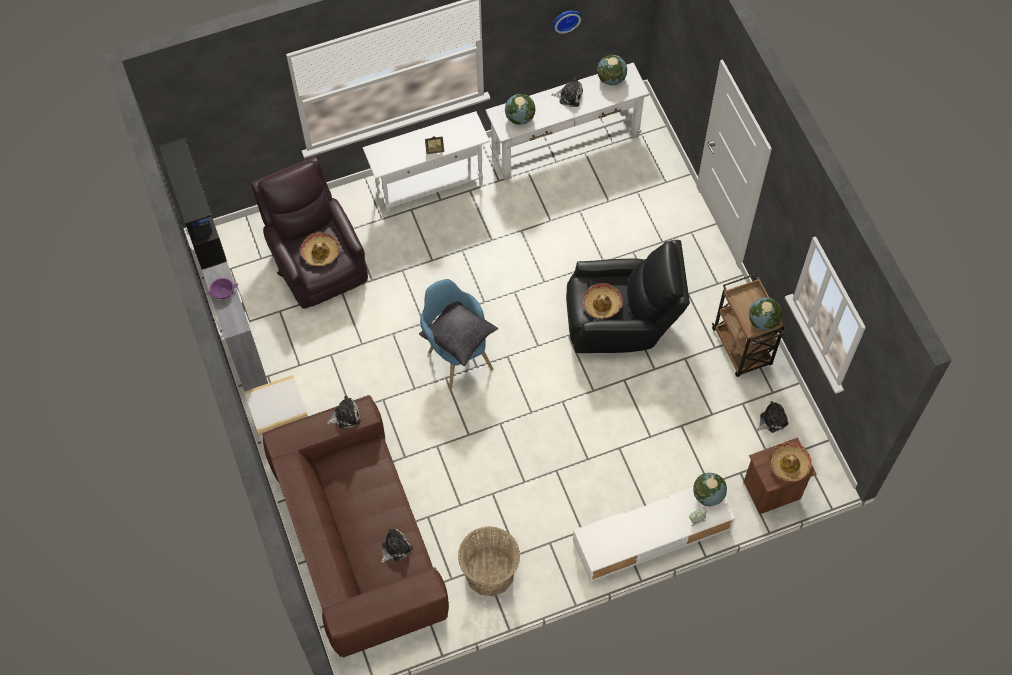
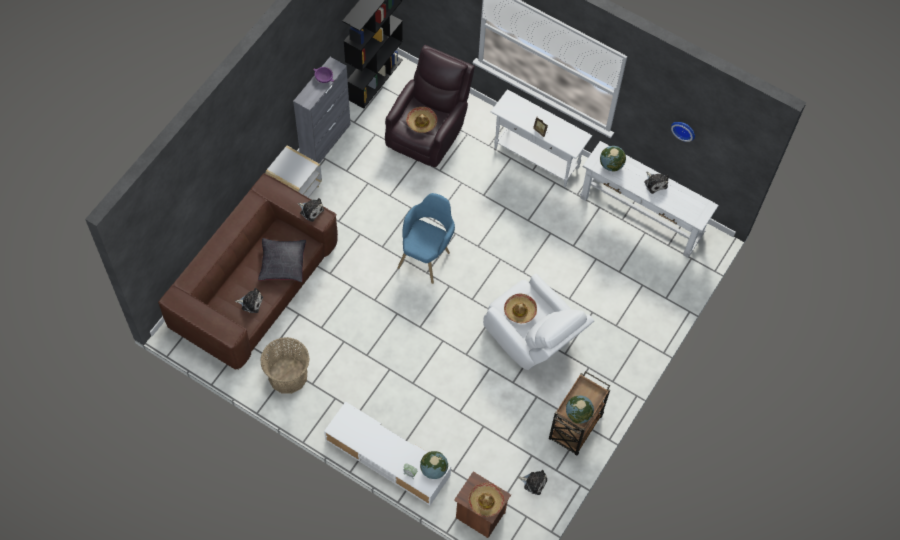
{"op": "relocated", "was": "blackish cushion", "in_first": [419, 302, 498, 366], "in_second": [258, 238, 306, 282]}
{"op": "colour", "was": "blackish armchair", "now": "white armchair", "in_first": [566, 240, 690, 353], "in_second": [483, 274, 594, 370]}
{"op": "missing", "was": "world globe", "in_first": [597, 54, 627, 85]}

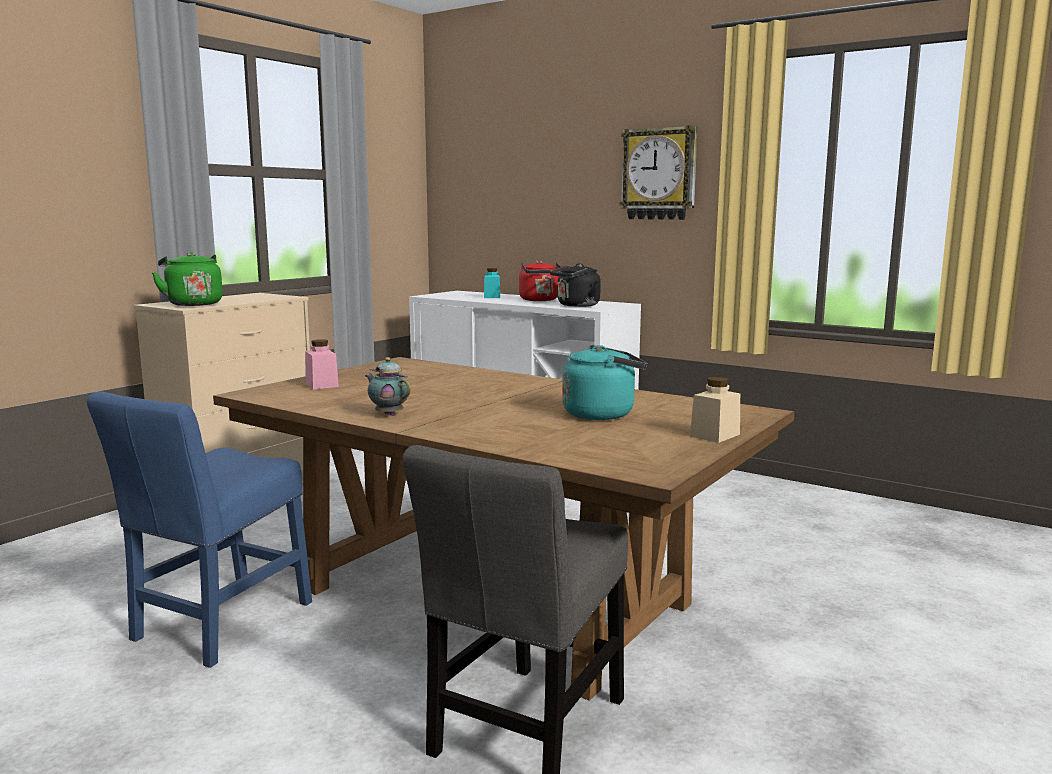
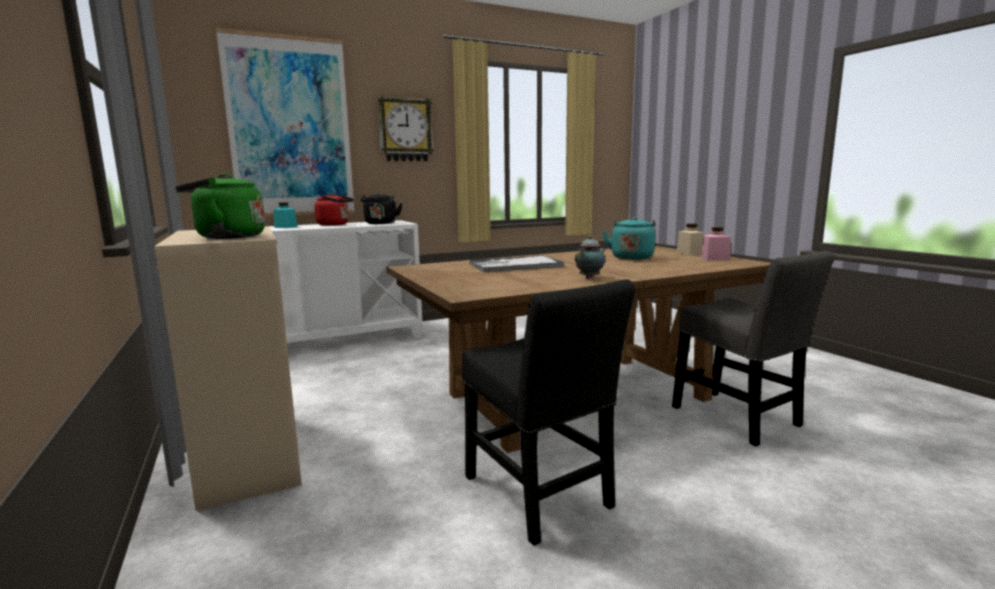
{"op": "colour", "was": "blue-coloured plain chair", "now": "blackish plain chair", "in_first": [87, 391, 312, 668], "in_second": [462, 280, 636, 546]}
{"op": "relocated", "was": "pink-coloured preserve jar", "in_first": [305, 339, 339, 389], "in_second": [701, 227, 731, 261]}
{"op": "spun", "was": "tea pot", "in_first": [365, 357, 411, 416], "in_second": [575, 236, 605, 279], "clockwise": 150}
{"op": "appeared", "now": "wall art", "in_second": [216, 28, 355, 216]}
{"op": "appeared", "now": "serving tray", "in_second": [469, 255, 564, 272]}

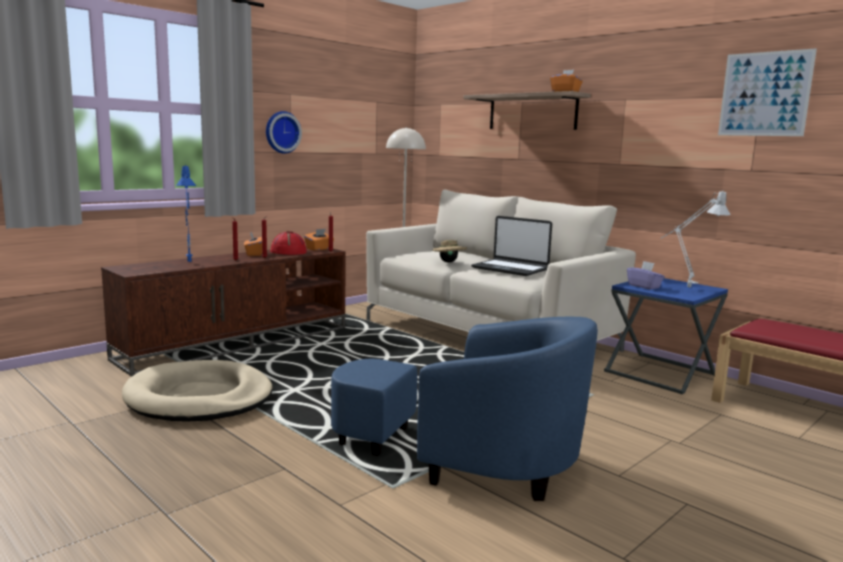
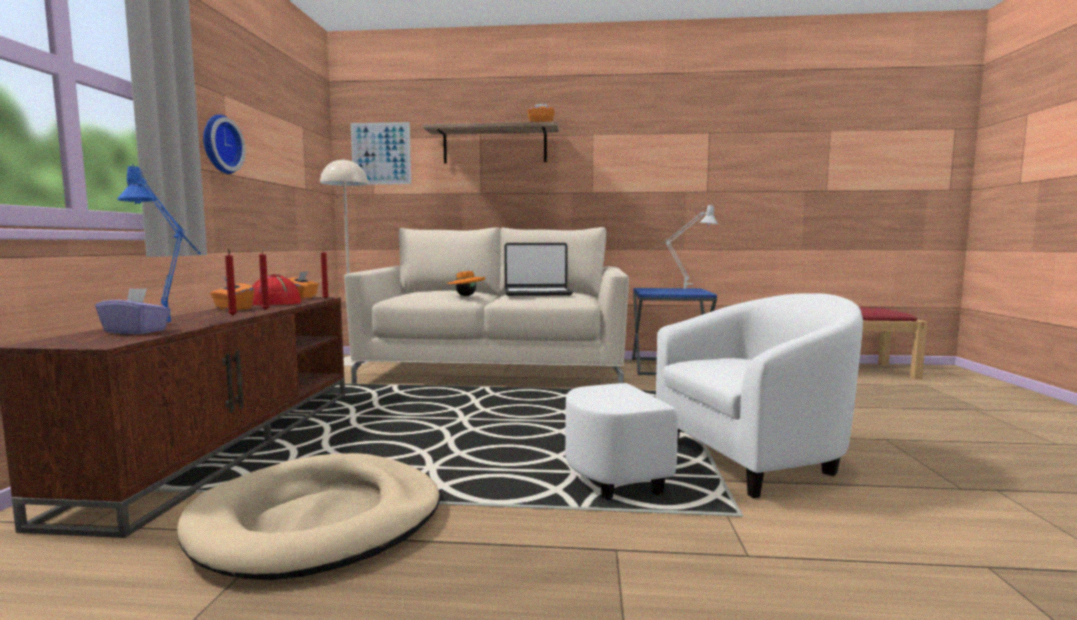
{"op": "colour", "was": "blue-coloured armchair", "now": "white armchair", "in_first": [331, 317, 598, 501], "in_second": [565, 293, 863, 500]}
{"op": "colour", "was": "beige wearable hat", "now": "orange-coloured wearable hat", "in_first": [432, 240, 467, 263], "in_second": [447, 270, 485, 296]}
{"op": "relocated", "was": "purple-coloured tissue box", "in_first": [627, 261, 665, 290], "in_second": [95, 288, 171, 334]}
{"op": "relocated", "was": "wall art", "in_first": [718, 48, 817, 136], "in_second": [351, 122, 411, 185]}

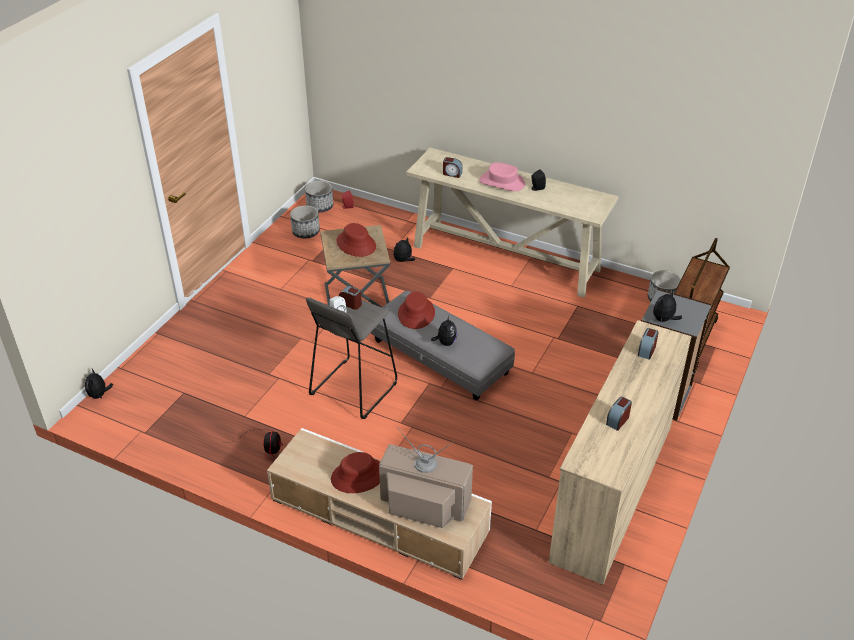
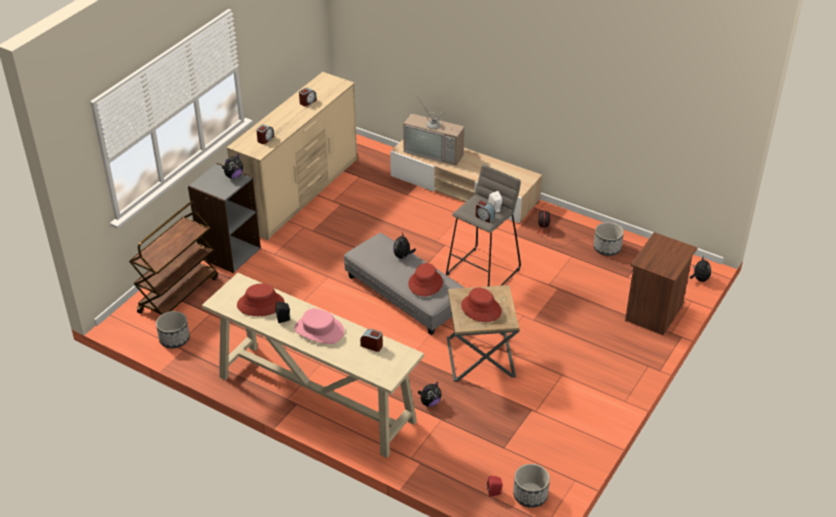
{"op": "relocated", "was": "plant pot", "in_first": [290, 205, 320, 238], "in_second": [593, 222, 624, 256]}
{"op": "relocated", "was": "red-coloured wearable hat", "in_first": [331, 452, 380, 493], "in_second": [237, 284, 285, 316]}
{"op": "appeared", "now": "brown bedside table", "in_second": [625, 232, 697, 335]}

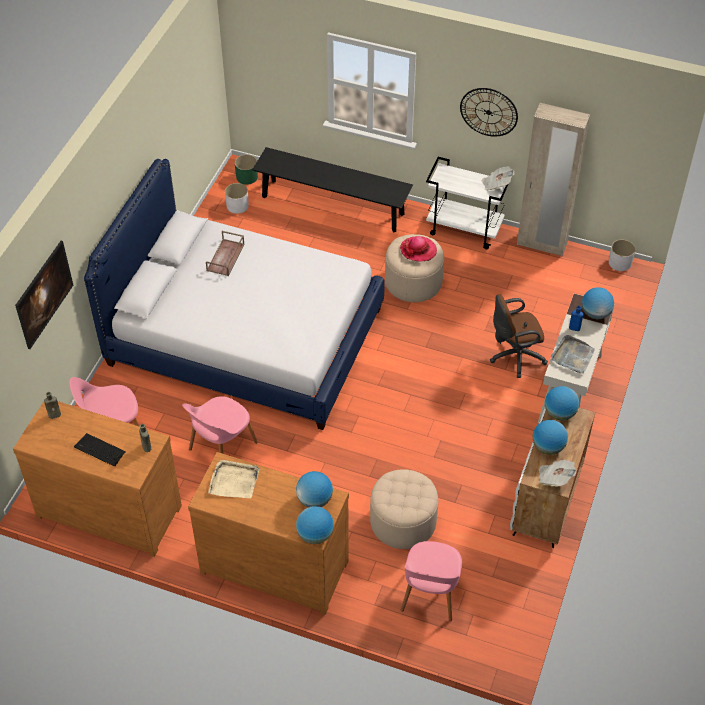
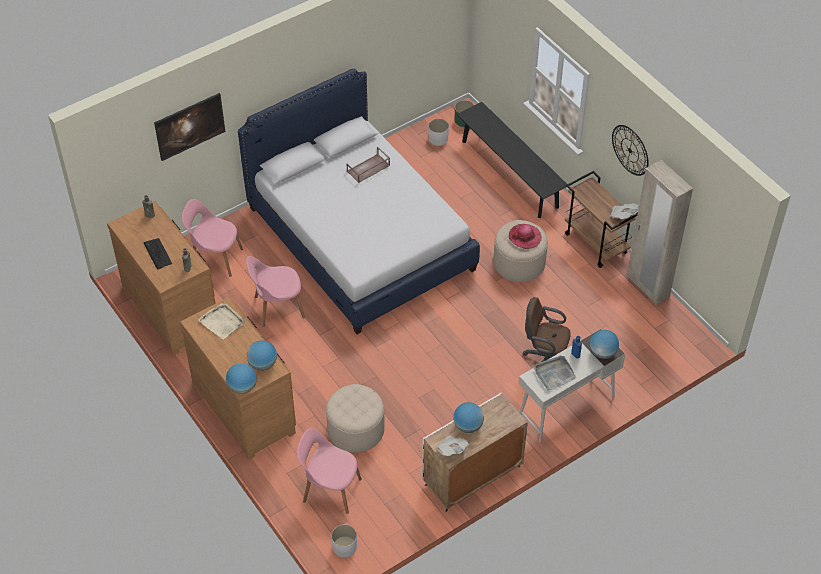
{"op": "spun", "was": "pink-coloured plain chair", "in_first": [401, 541, 462, 621], "in_second": [297, 428, 362, 514], "clockwise": 60}
{"op": "colour", "was": "white wheeled cart", "now": "brown wheeled cart", "in_first": [426, 157, 508, 249], "in_second": [565, 171, 638, 268]}
{"op": "missing", "was": "world globe", "in_first": [545, 386, 579, 420]}
{"op": "relocated", "was": "white plant pot", "in_first": [609, 240, 635, 271], "in_second": [331, 524, 357, 557]}

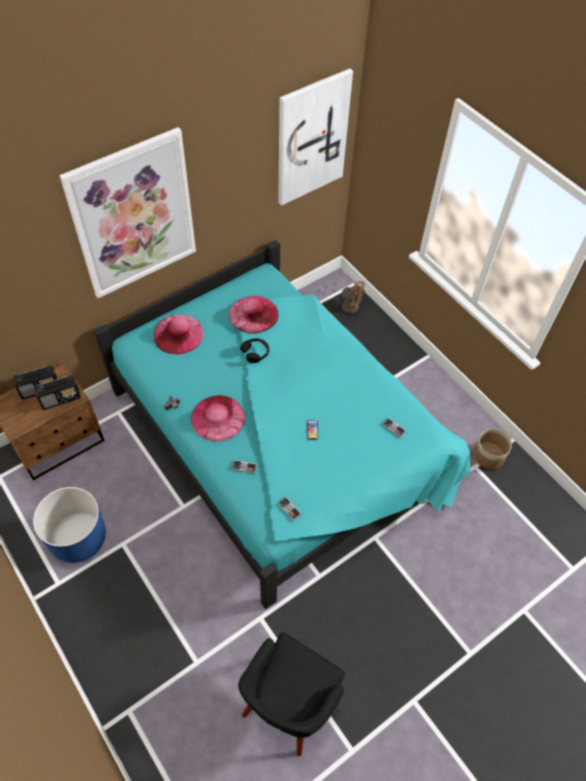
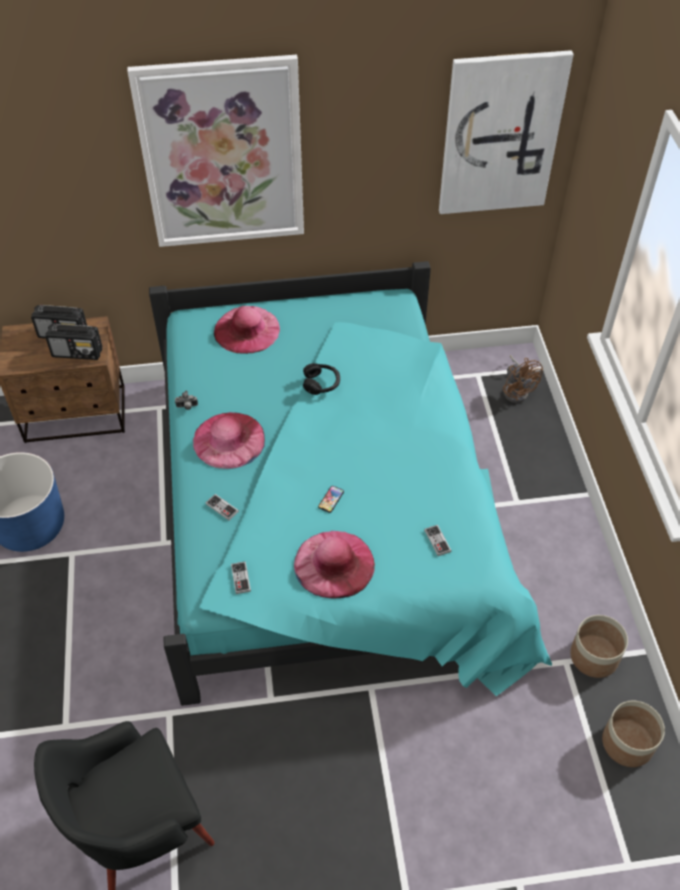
{"op": "relocated", "was": "pink-coloured wearable hat", "in_first": [229, 296, 278, 334], "in_second": [294, 531, 375, 598]}
{"op": "appeared", "now": "plant pot", "in_second": [602, 701, 665, 767]}

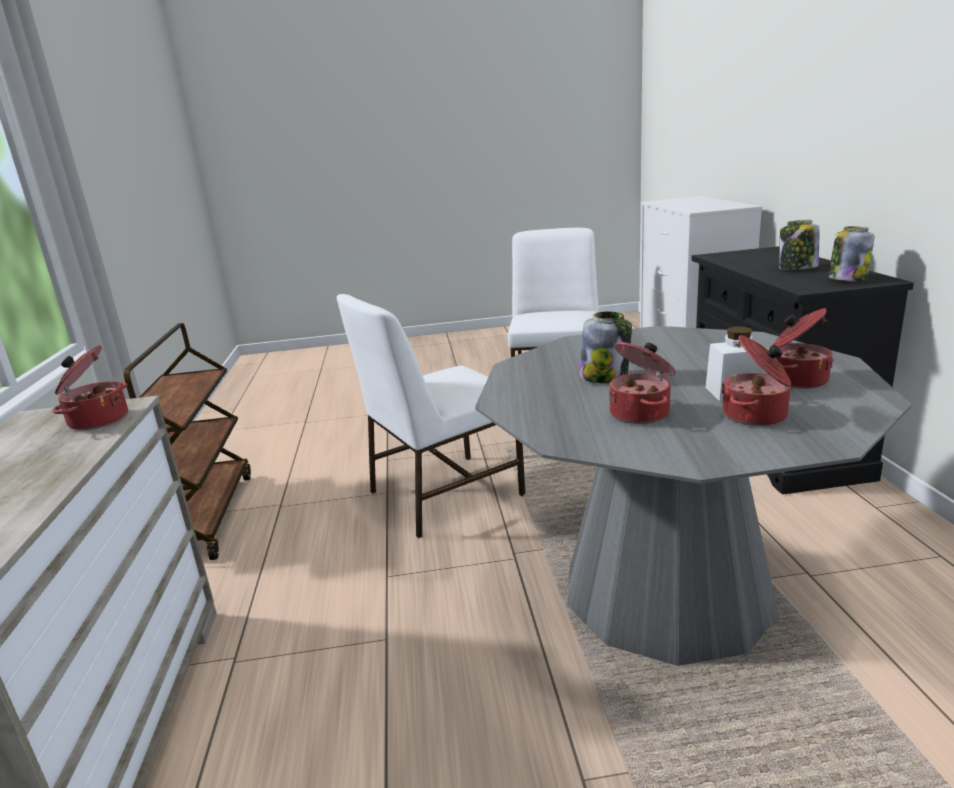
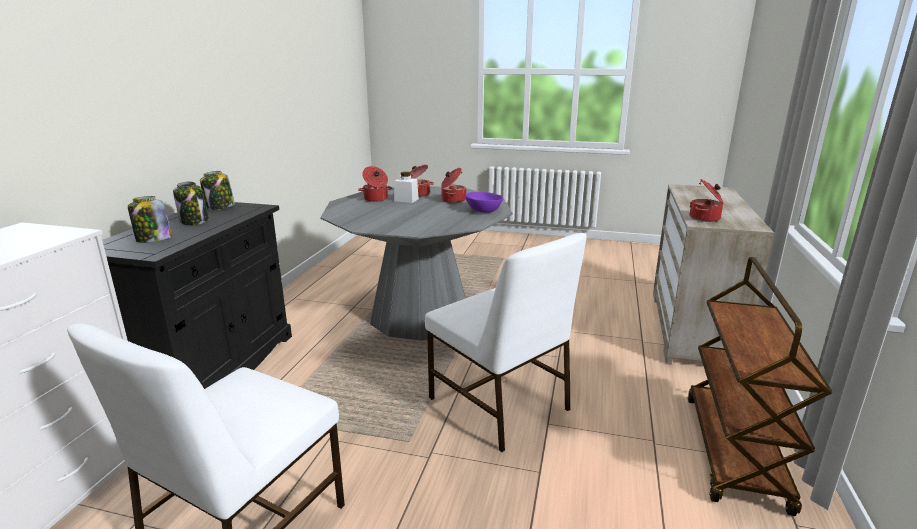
{"op": "spun", "was": "white plain chair", "in_first": [337, 294, 525, 538], "in_second": [425, 233, 587, 452], "clockwise": 60}
{"op": "relocated", "was": "preserve jar", "in_first": [580, 311, 632, 384], "in_second": [128, 196, 172, 243]}
{"op": "appeared", "now": "purple-coloured deep dish", "in_second": [465, 192, 503, 213]}

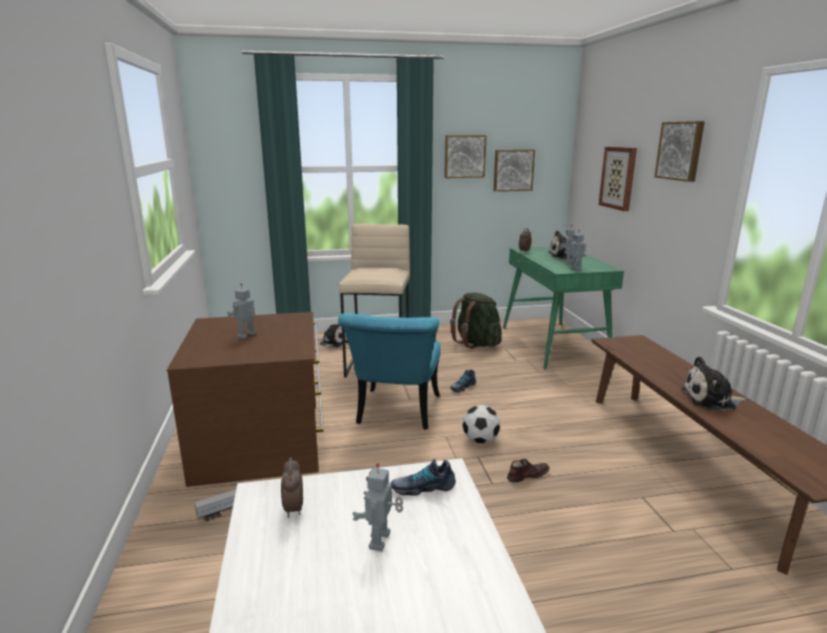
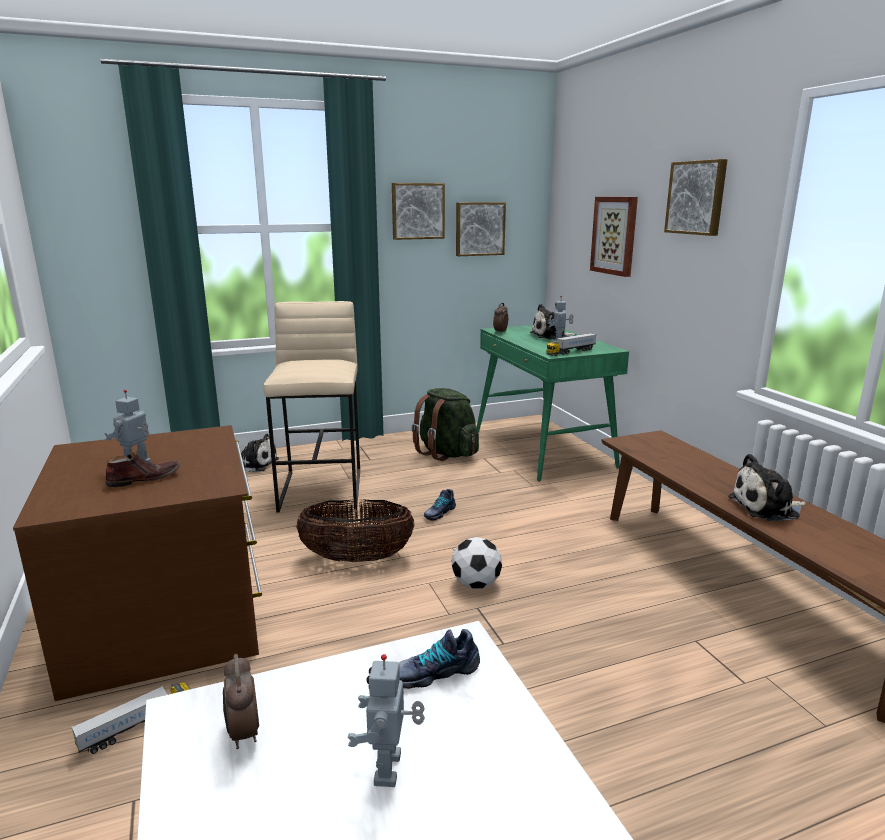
{"op": "exchanged", "was": "blue-green plain chair", "now": "household basket", "in_first": [338, 313, 441, 430], "in_second": [296, 499, 415, 562]}
{"op": "relocated", "was": "brown low shoe", "in_first": [507, 459, 550, 482], "in_second": [106, 452, 180, 487]}
{"op": "exchanged", "was": "toy robot", "now": "toy truck", "in_first": [564, 230, 586, 271], "in_second": [546, 333, 597, 356]}

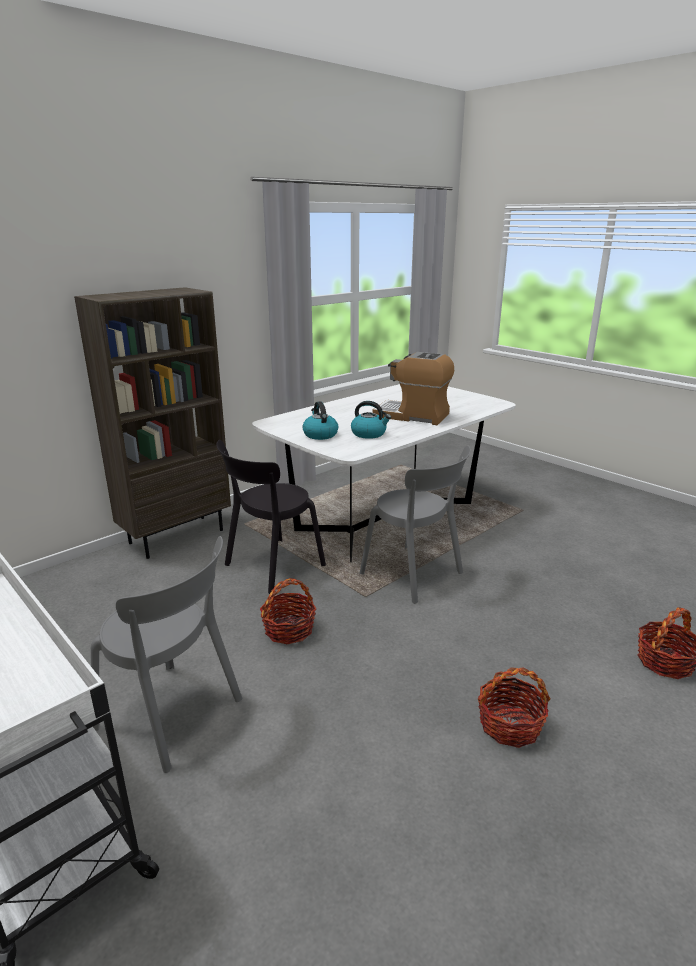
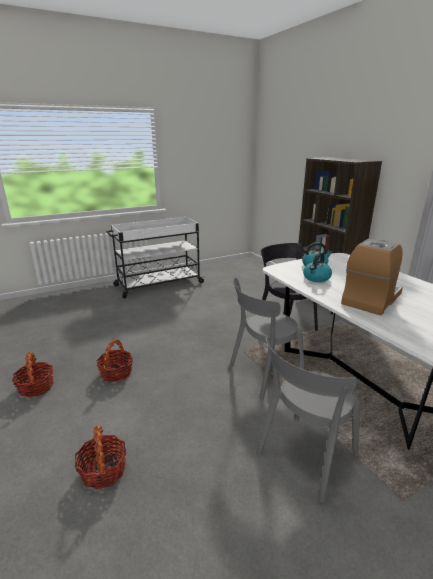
{"op": "relocated", "was": "gray plain chair", "in_first": [91, 536, 242, 773], "in_second": [256, 337, 360, 503]}
{"op": "relocated", "was": "household basket", "in_first": [260, 578, 316, 644], "in_second": [12, 352, 54, 398]}

